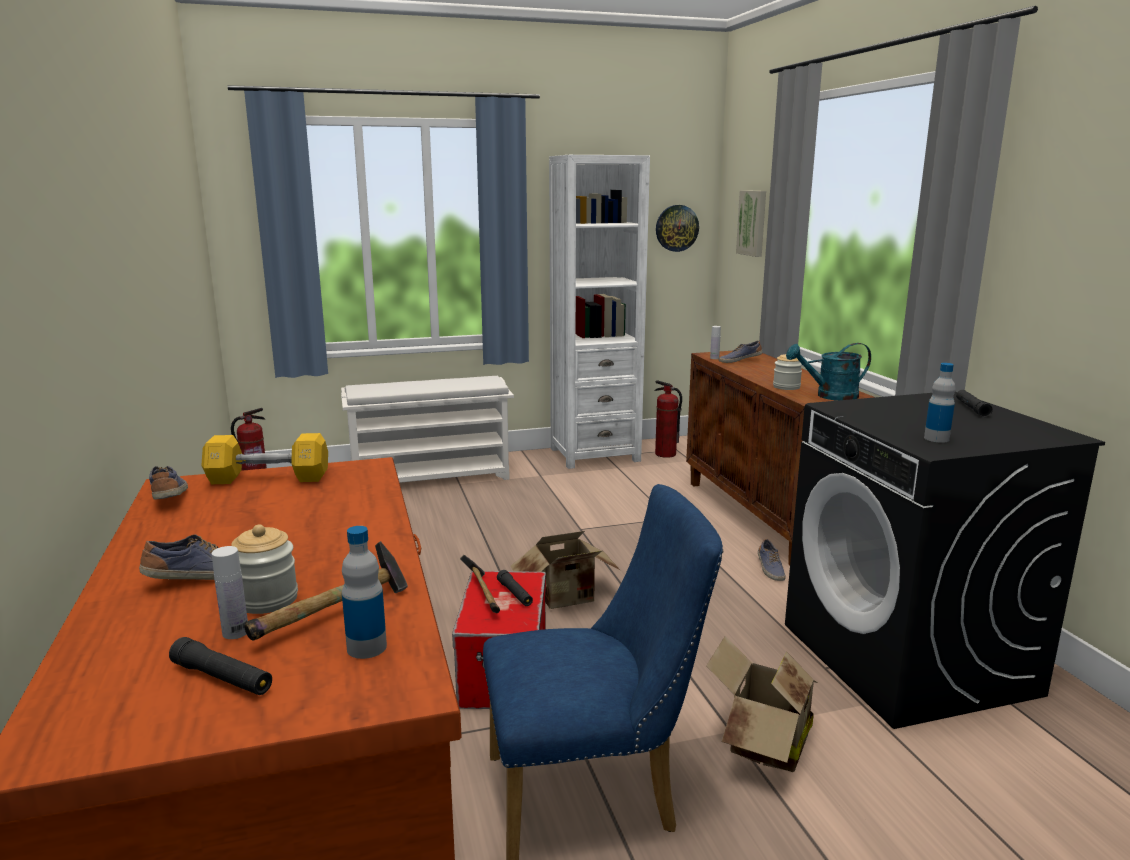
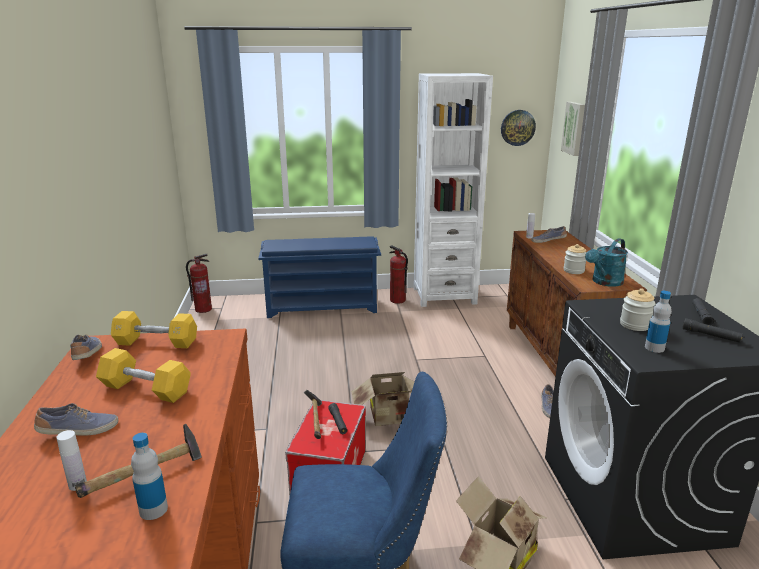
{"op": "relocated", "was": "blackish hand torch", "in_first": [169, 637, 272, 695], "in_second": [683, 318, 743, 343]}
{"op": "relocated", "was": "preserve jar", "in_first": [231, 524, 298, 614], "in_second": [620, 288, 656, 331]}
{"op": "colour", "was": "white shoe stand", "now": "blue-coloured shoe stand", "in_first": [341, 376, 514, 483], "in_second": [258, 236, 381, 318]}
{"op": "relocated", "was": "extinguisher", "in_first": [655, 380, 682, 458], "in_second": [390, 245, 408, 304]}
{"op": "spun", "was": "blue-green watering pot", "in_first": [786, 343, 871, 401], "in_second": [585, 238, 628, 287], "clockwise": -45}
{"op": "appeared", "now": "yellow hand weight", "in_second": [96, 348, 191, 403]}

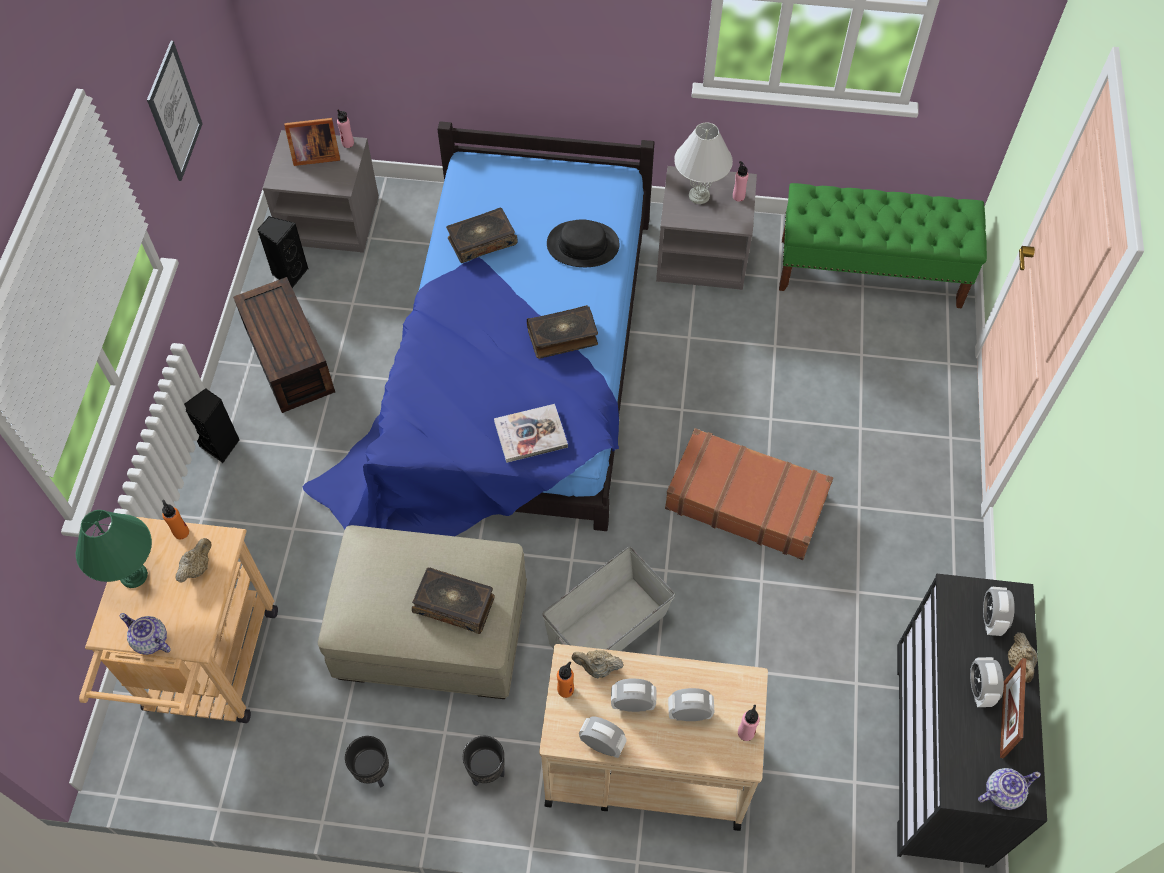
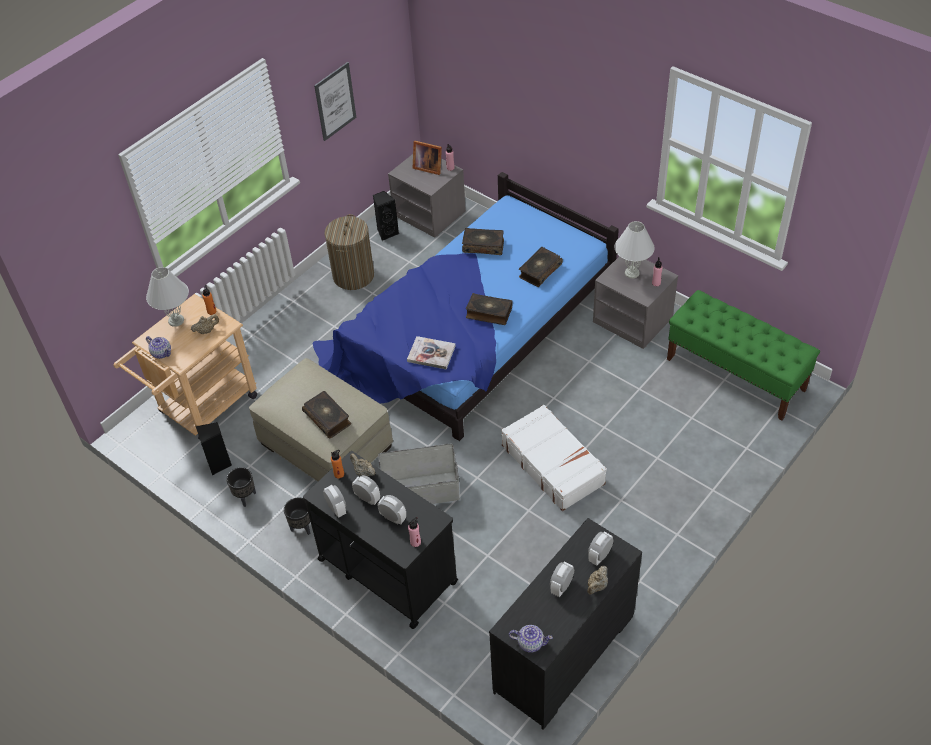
{"op": "colour", "was": "green tabletop lamp", "now": "white tabletop lamp", "in_first": [76, 510, 152, 588], "in_second": [146, 267, 189, 327]}
{"op": "spun", "was": "tea pot", "in_first": [119, 613, 171, 655], "in_second": [146, 336, 171, 359], "clockwise": 150}
{"op": "relocated", "was": "blackish speaker", "in_first": [184, 388, 240, 463], "in_second": [196, 422, 232, 475]}
{"op": "exchanged", "was": "brown storage container", "now": "laundry basket", "in_first": [233, 277, 335, 413], "in_second": [324, 214, 374, 290]}
{"op": "colour", "was": "beige wheeled cart", "now": "blackish wheeled cart", "in_first": [539, 644, 768, 831], "in_second": [303, 451, 458, 629]}
{"op": "exchanged", "was": "blackish wearable hat", "now": "volume", "in_first": [547, 219, 619, 267], "in_second": [519, 247, 563, 287]}
{"op": "colour", "was": "brown suitcase", "now": "white suitcase", "in_first": [665, 428, 833, 560], "in_second": [501, 405, 607, 511]}
{"op": "missing", "was": "picture frame", "in_first": [1000, 658, 1026, 759]}

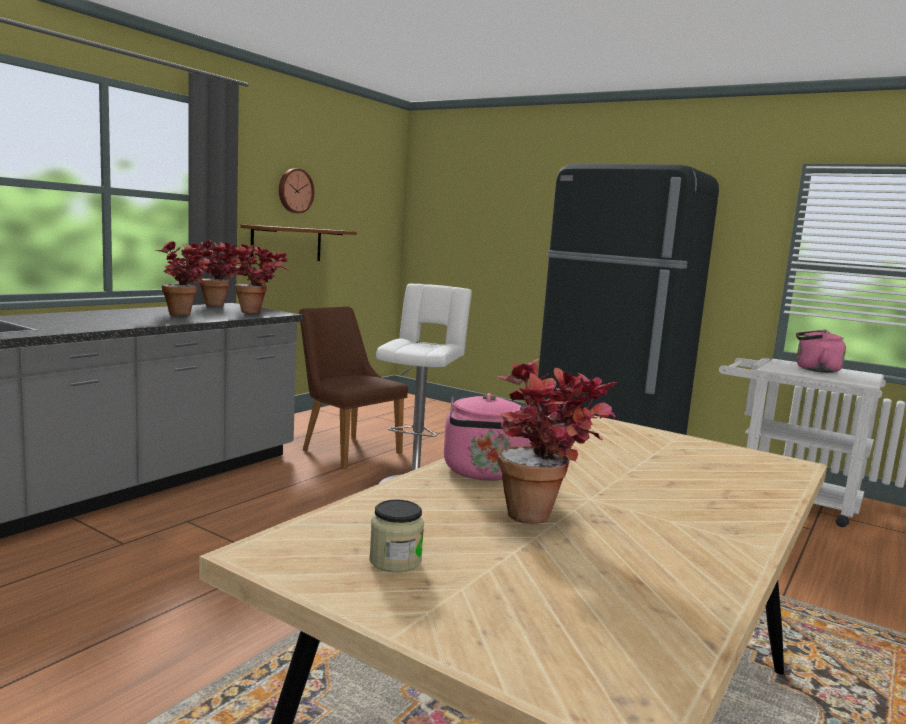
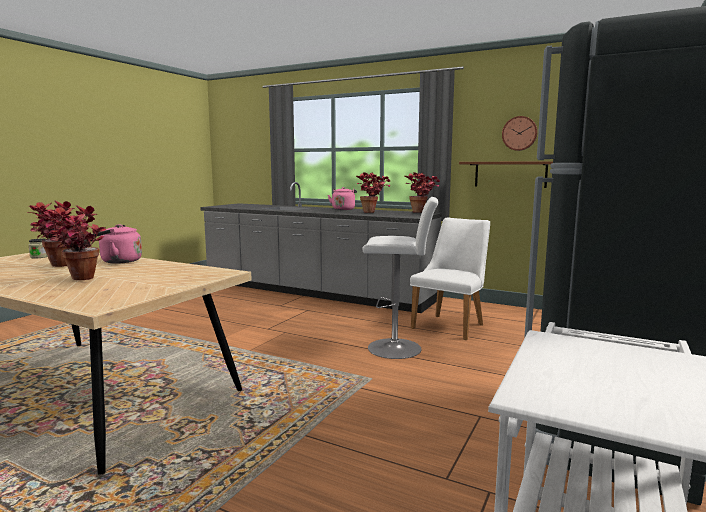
{"op": "relocated", "was": "potted plant", "in_first": [233, 244, 289, 313], "in_second": [47, 205, 106, 280]}
{"op": "colour", "was": "brown plain chair", "now": "white plain chair", "in_first": [299, 306, 408, 469], "in_second": [410, 217, 490, 340]}
{"op": "relocated", "was": "pink-coloured kettle", "in_first": [796, 329, 846, 373], "in_second": [328, 187, 357, 210]}

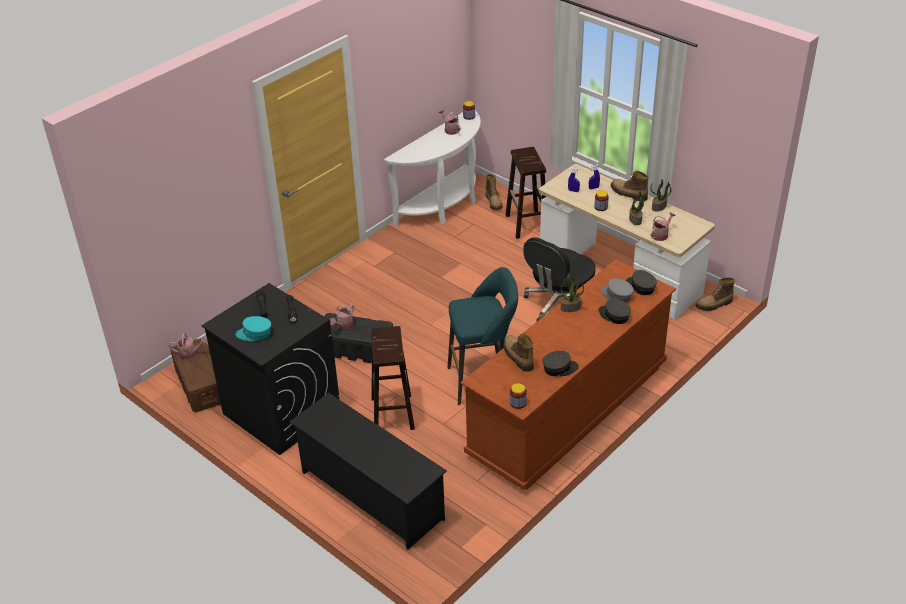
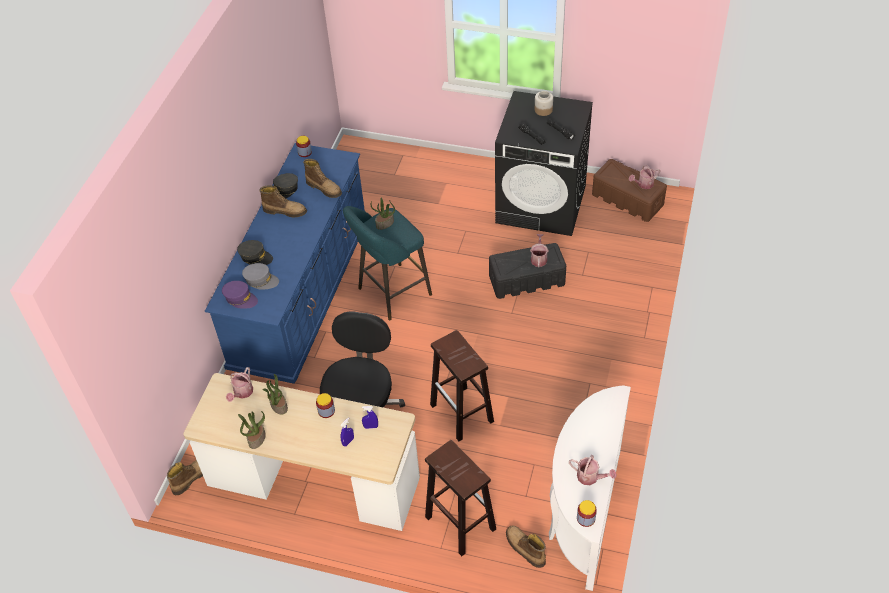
{"op": "exchanged", "was": "blue-green baseball cap", "now": "preserve jar", "in_first": [236, 316, 271, 341], "in_second": [535, 91, 553, 116]}
{"op": "missing", "was": "blackish shoe stand", "in_first": [289, 393, 447, 549]}
{"op": "relocated", "was": "brown sitting stool", "in_first": [371, 326, 415, 430], "in_second": [430, 330, 494, 441]}
{"op": "colour", "was": "brown dresser", "now": "blue-coloured dresser", "in_first": [461, 260, 676, 490], "in_second": [205, 143, 365, 384]}
{"op": "relocated", "was": "potted plant", "in_first": [560, 274, 584, 312], "in_second": [371, 197, 395, 230]}
{"op": "relocated", "was": "boot", "in_first": [611, 171, 649, 201], "in_second": [259, 185, 307, 217]}
{"op": "colour", "was": "gray baseball cap", "now": "purple-coloured baseball cap", "in_first": [626, 270, 657, 295], "in_second": [222, 281, 258, 309]}

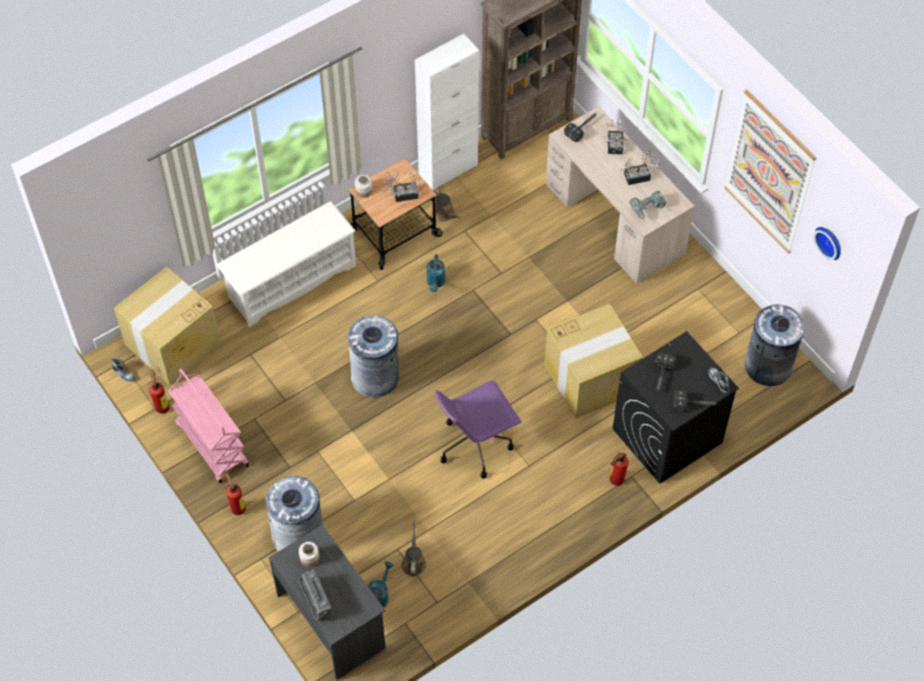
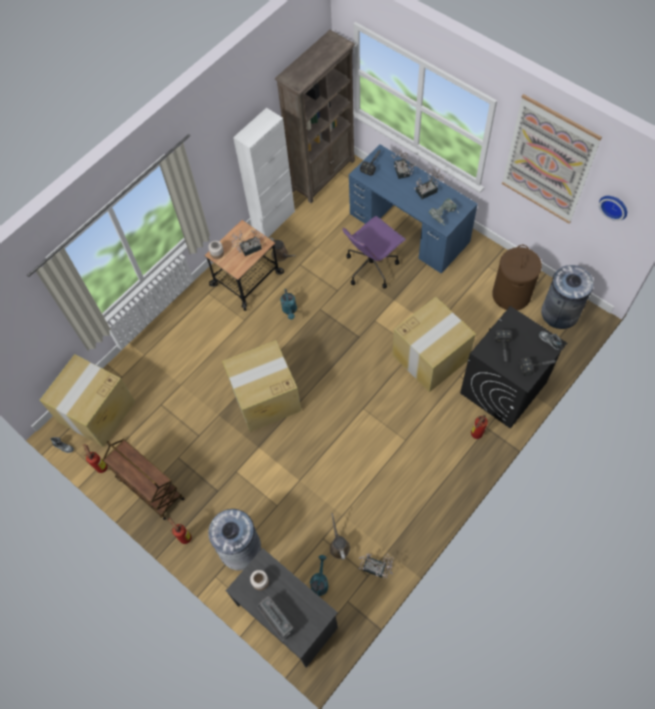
{"op": "colour", "was": "pink-coloured wheeled cart", "now": "brown wheeled cart", "in_first": [168, 369, 249, 483], "in_second": [103, 439, 184, 520]}
{"op": "missing", "was": "white shoe stand", "in_first": [217, 201, 356, 327]}
{"op": "exchanged", "was": "gray trash can", "now": "packing box", "in_first": [347, 315, 399, 397], "in_second": [222, 340, 301, 432]}
{"op": "relocated", "was": "purple-coloured desk chair", "in_first": [435, 381, 522, 479], "in_second": [342, 216, 406, 288]}
{"op": "colour", "was": "beige desk table", "now": "blue-coloured desk table", "in_first": [546, 106, 695, 284], "in_second": [349, 144, 478, 274]}
{"op": "appeared", "now": "potted plant", "in_second": [358, 554, 394, 578]}
{"op": "appeared", "now": "brown laundry basket", "in_second": [492, 245, 542, 310]}

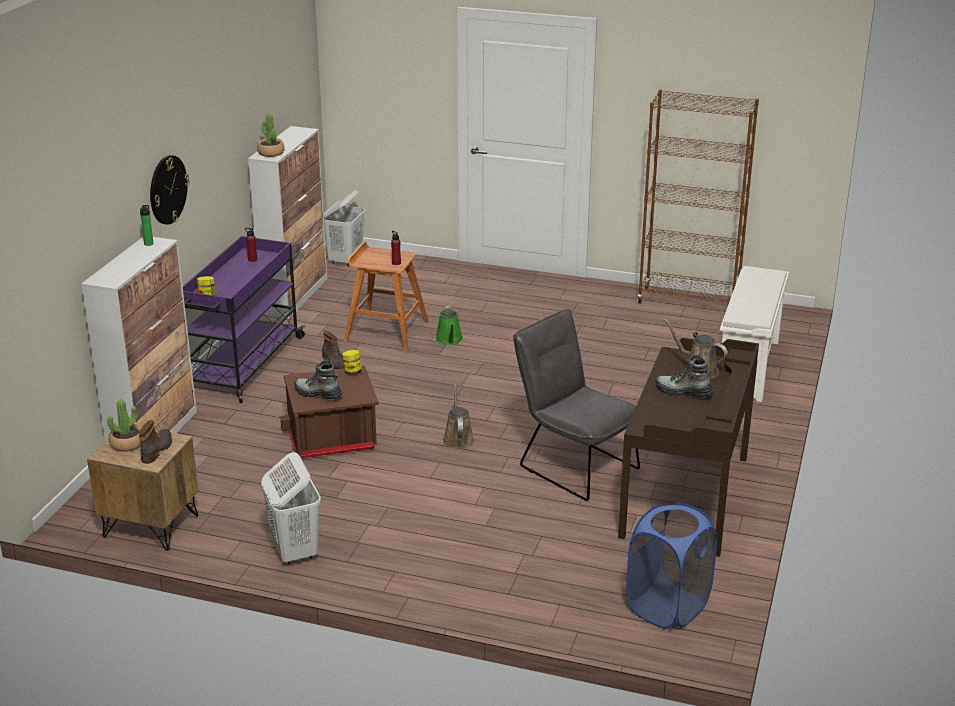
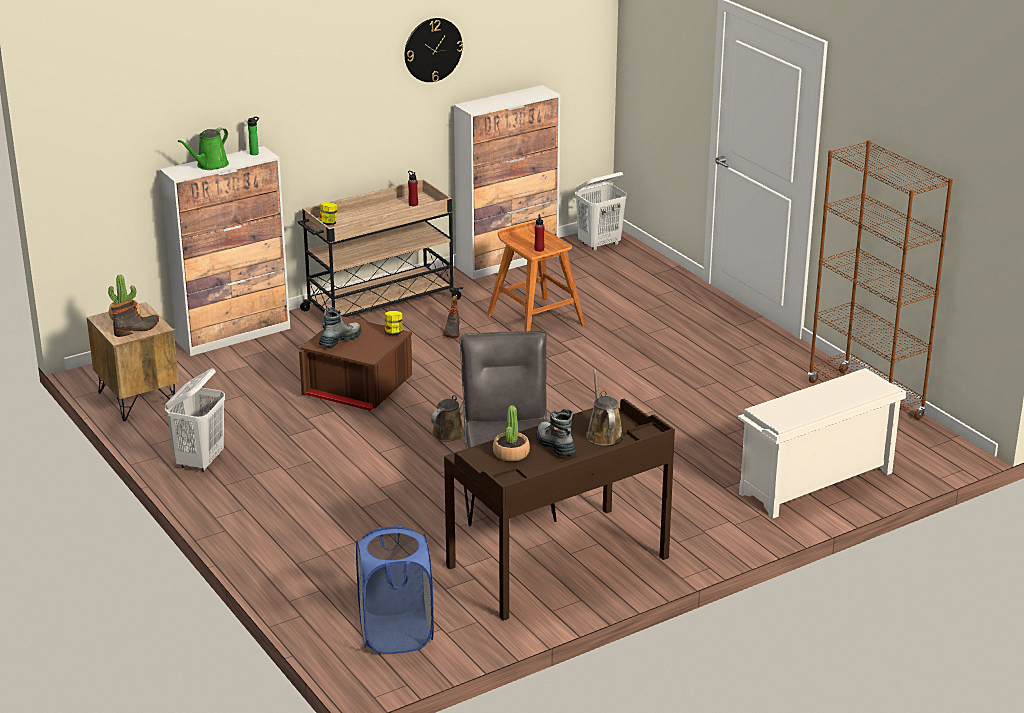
{"op": "relocated", "was": "hanging clock", "in_first": [150, 155, 189, 225], "in_second": [405, 18, 463, 82]}
{"op": "colour", "was": "purple-coloured wheeled cart", "now": "beige wheeled cart", "in_first": [183, 236, 306, 403], "in_second": [298, 179, 463, 317]}
{"op": "relocated", "was": "potted plant", "in_first": [257, 114, 284, 157], "in_second": [493, 405, 530, 461]}
{"op": "spun", "was": "boot", "in_first": [294, 360, 343, 399], "in_second": [319, 307, 361, 347], "clockwise": 60}
{"op": "relocated", "was": "green watering pot", "in_first": [436, 306, 463, 345], "in_second": [178, 128, 229, 170]}

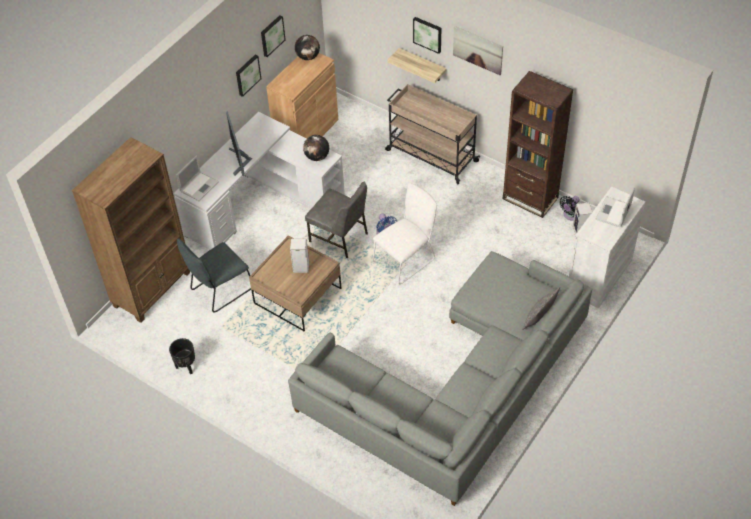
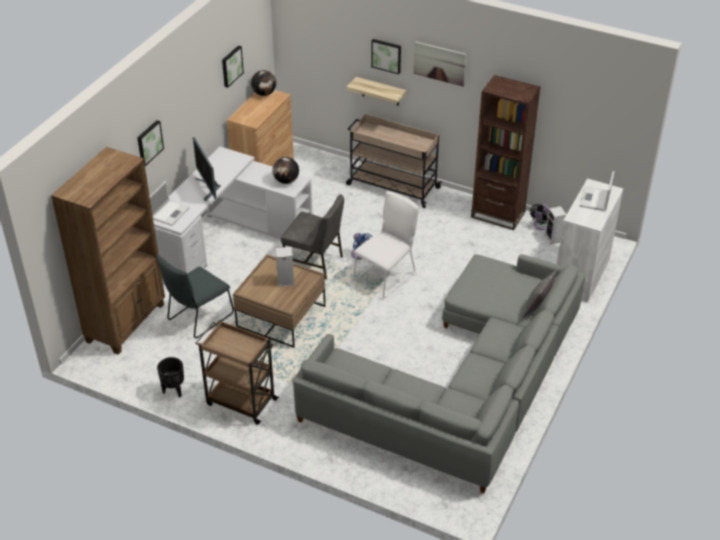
{"op": "relocated", "was": "wall art", "in_first": [236, 55, 262, 97], "in_second": [137, 120, 164, 166]}
{"op": "appeared", "now": "brown wheeled cart", "in_second": [196, 320, 279, 425]}

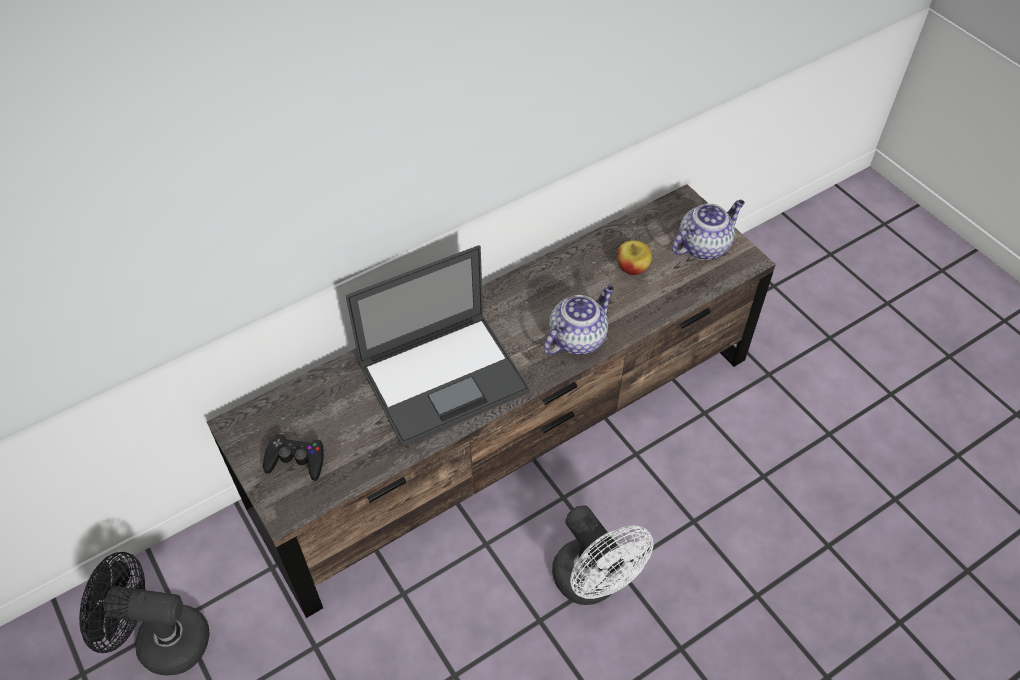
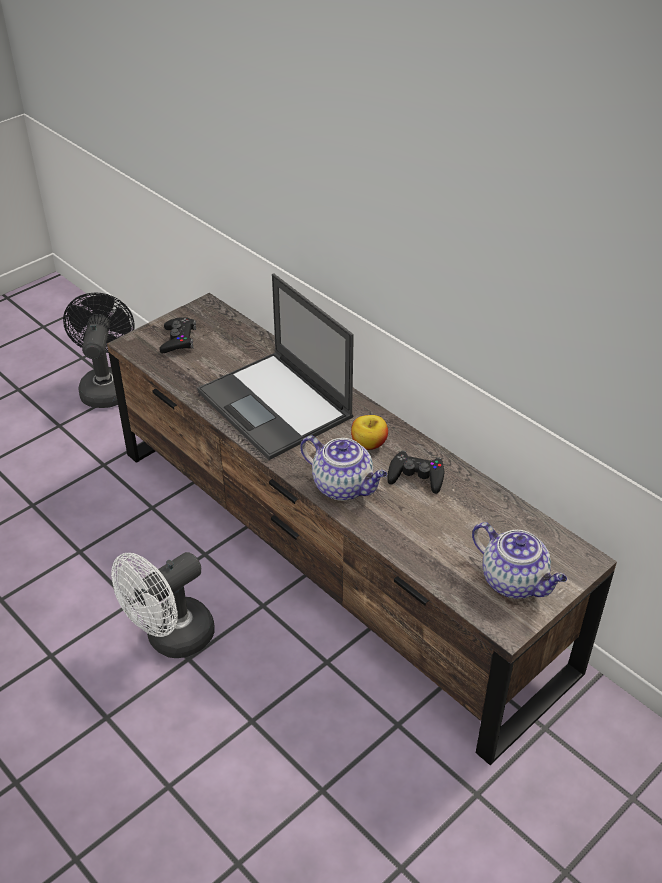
{"op": "relocated", "was": "apple", "in_first": [617, 240, 652, 275], "in_second": [351, 415, 388, 450]}
{"op": "appeared", "now": "blackish game controller", "in_second": [387, 450, 444, 494]}

